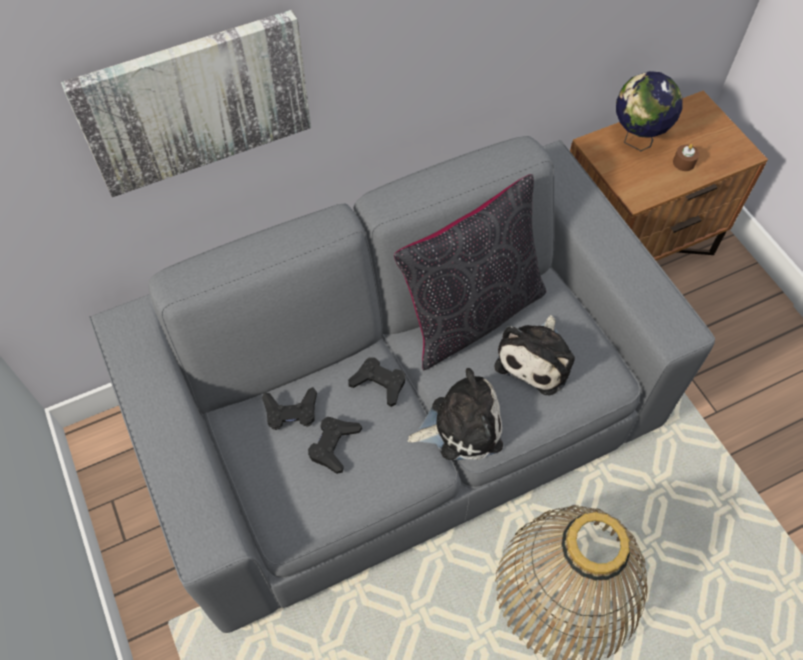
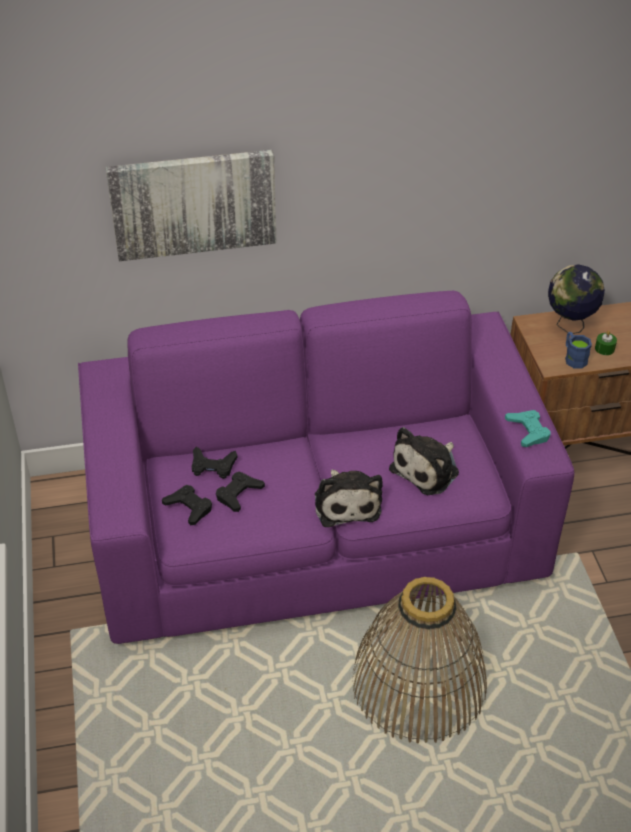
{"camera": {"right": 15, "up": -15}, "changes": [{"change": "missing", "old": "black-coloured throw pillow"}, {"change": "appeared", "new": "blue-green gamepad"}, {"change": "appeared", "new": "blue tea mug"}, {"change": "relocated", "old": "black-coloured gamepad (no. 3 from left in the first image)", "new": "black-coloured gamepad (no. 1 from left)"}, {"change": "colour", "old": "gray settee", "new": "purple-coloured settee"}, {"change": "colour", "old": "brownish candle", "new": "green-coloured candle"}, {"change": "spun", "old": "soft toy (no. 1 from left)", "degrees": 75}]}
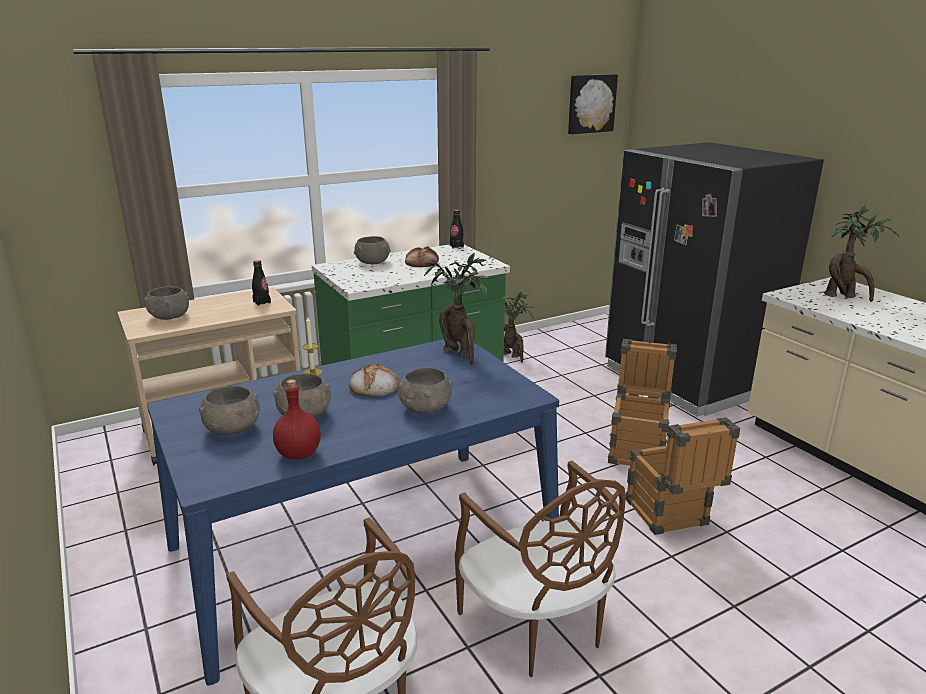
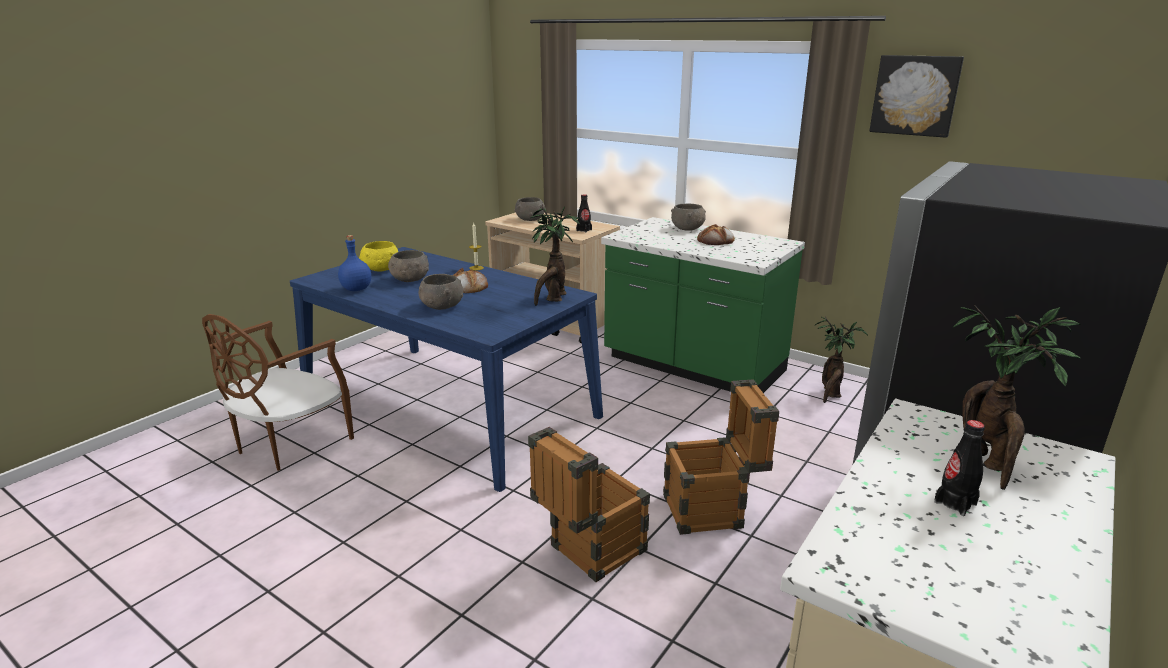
{"camera": {"right": 65, "up": 0}, "changes": [{"change": "missing", "old": "brownish chair (no. 2 from left)"}, {"change": "relocated", "old": "black-coloured bottle (no. 2 from left)"}, {"change": "relocated", "old": "wall art"}, {"change": "colour", "old": "gray deep dish (no. 2 from left)", "new": "yellowish deep dish"}, {"change": "colour", "old": "red bottle", "new": "blue bottle"}]}
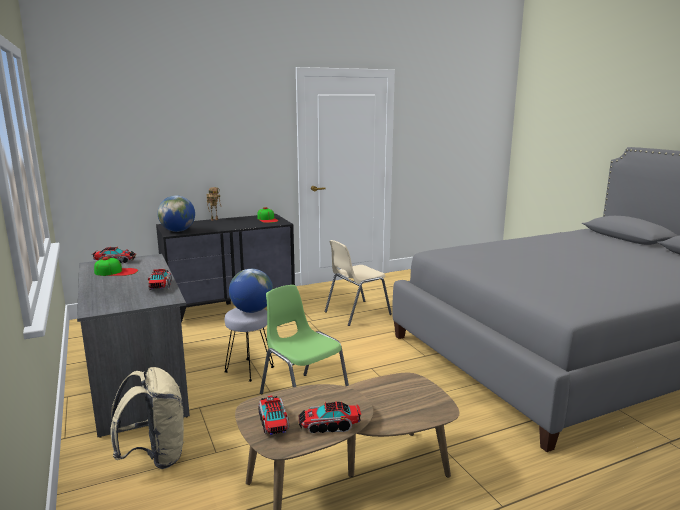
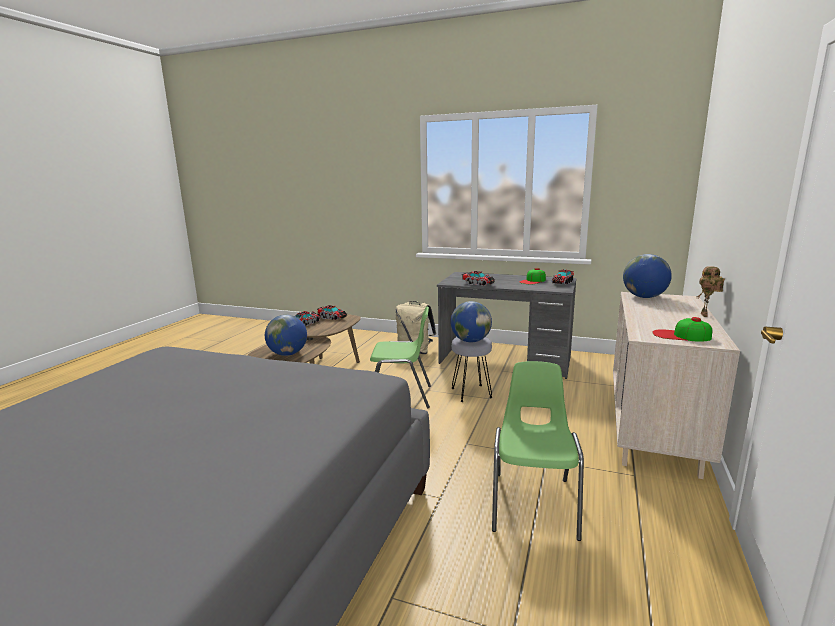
{"camera": {"right": 135, "up": 0}, "changes": [{"change": "appeared", "new": "world globe (no. 1 from left)"}, {"change": "colour", "old": "black-coloured dresser", "new": "sand-coloured dresser"}, {"change": "colour", "old": "sand-coloured chair", "new": "green-coloured chair (no. 2 from left)"}]}
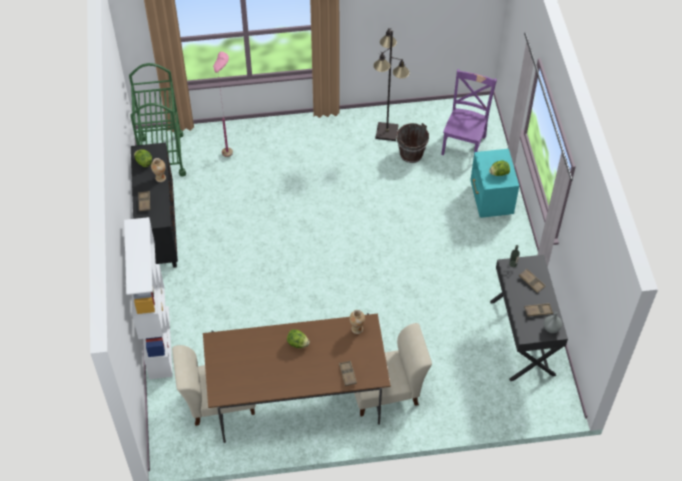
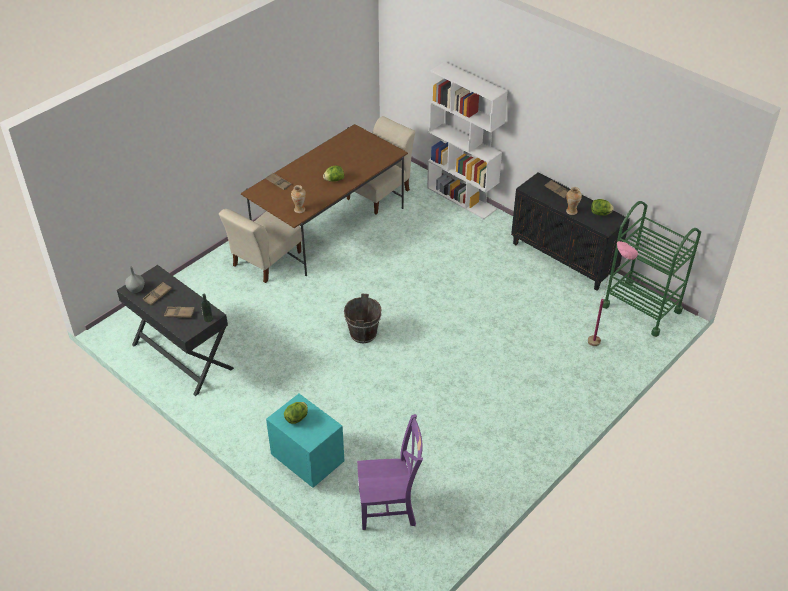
{"camera": {"right": 140, "up": -10}, "changes": [{"change": "missing", "old": "black-coloured standing lamp"}, {"change": "relocated", "old": "brownish water bucket"}, {"change": "spun", "old": "purple-coloured chair", "degrees": -75}]}
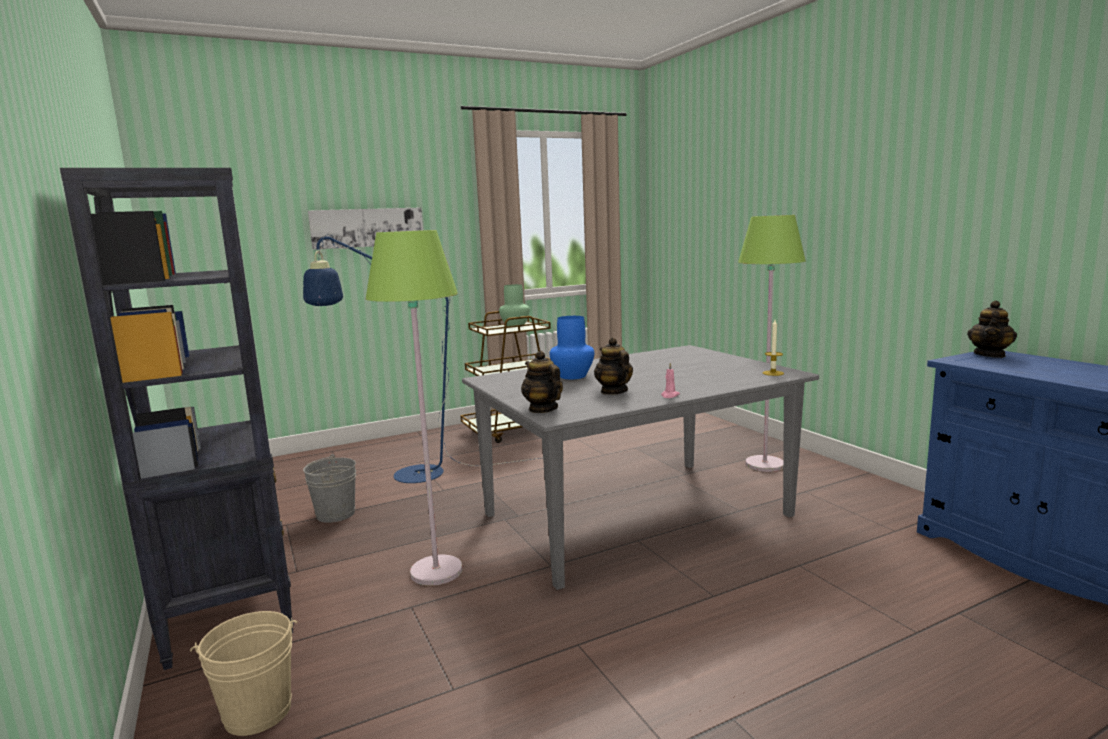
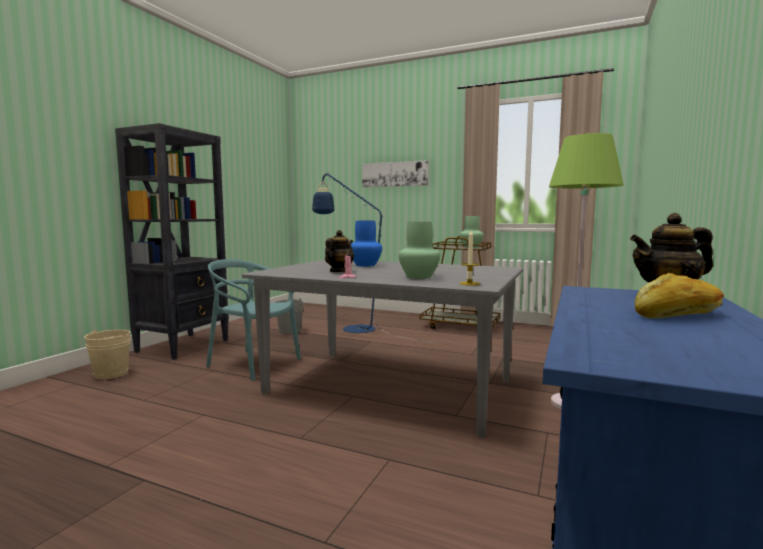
{"camera": {"right": 50, "up": -5}, "changes": [{"change": "missing", "old": "tea pot (no. 1 from left)"}, {"change": "appeared", "new": "green-coloured flower vase (no. 1 from left)"}, {"change": "appeared", "new": "bread"}, {"change": "exchanged", "old": "green-coloured standing lamp (no. 1 from left)", "new": "blue-green chair"}]}
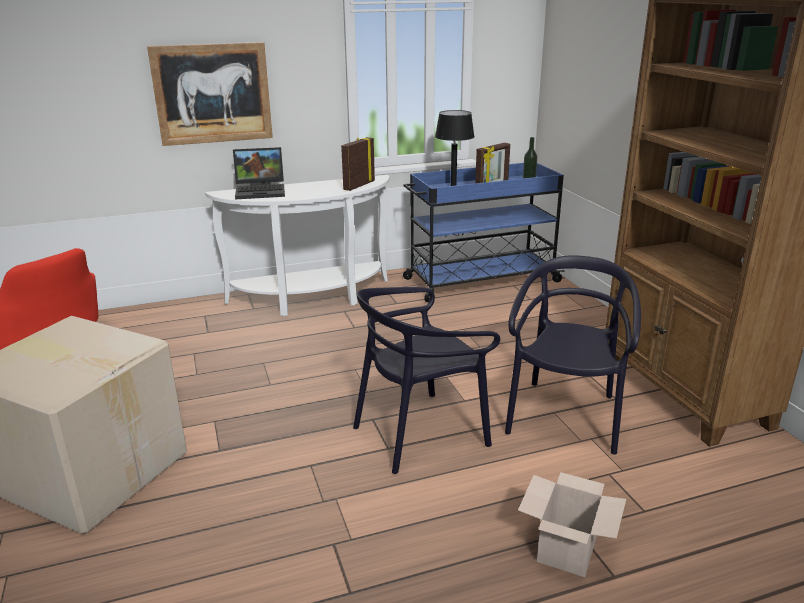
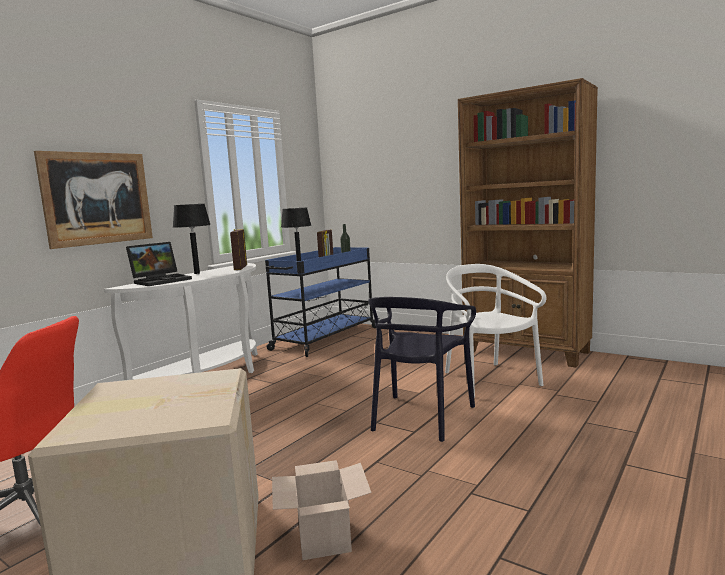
{"camera": {"right": -35, "up": -15}, "changes": [{"change": "appeared", "new": "black-coloured lamp for a table (no. 1 from left)"}, {"change": "relocated", "old": "carton (no. 2 from left)"}, {"change": "colour", "old": "black-coloured chair (no. 2 from left)", "new": "white-coloured chair"}]}
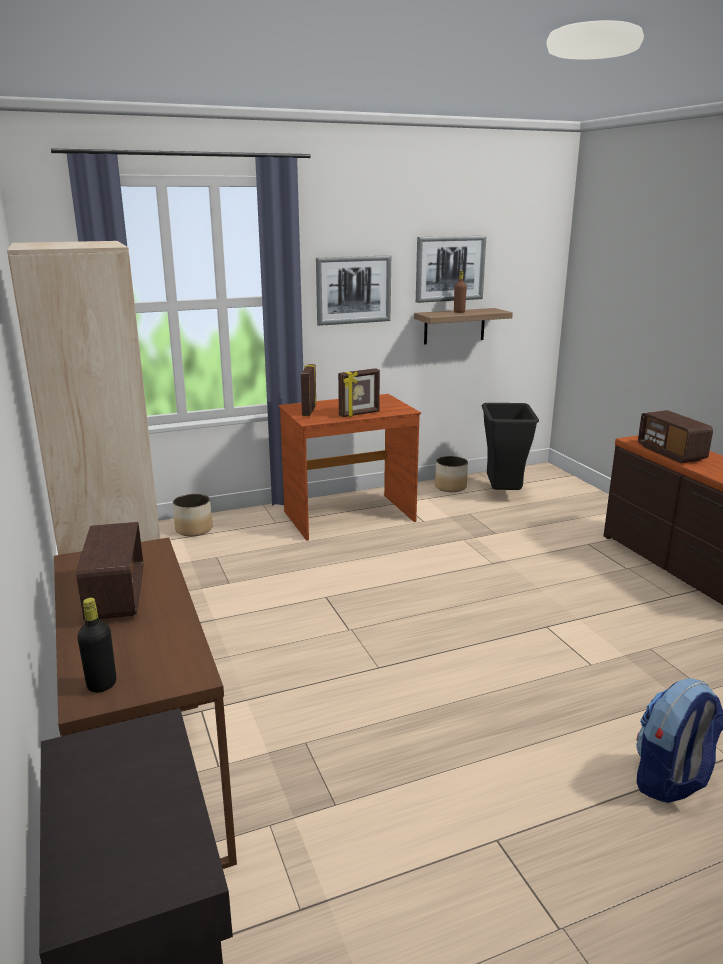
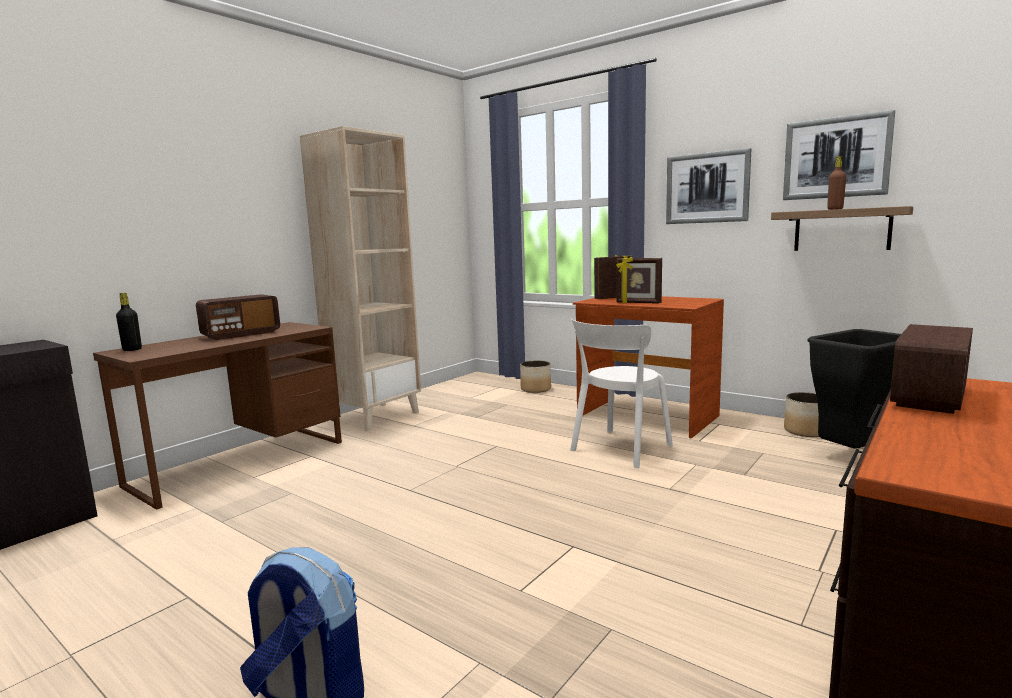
{"camera": {"right": 60, "up": -10}, "changes": [{"change": "appeared", "new": "white-coloured chair"}]}
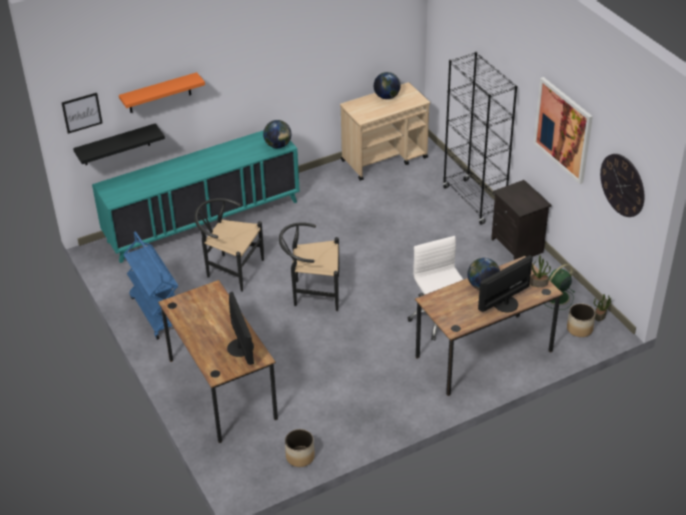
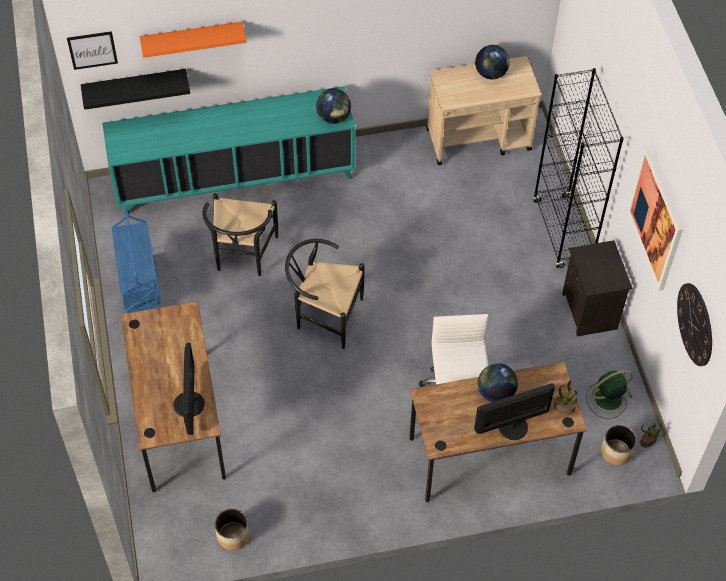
{"camera": {"right": 15, "up": 15}, "changes": [{"change": "spun", "old": "black-coloured chair (no. 1 from left)", "degrees": -120}]}
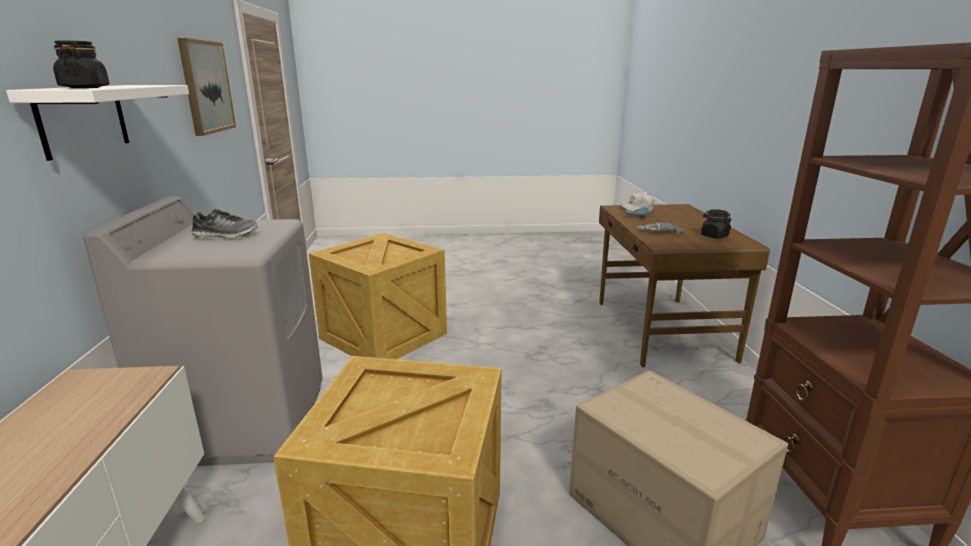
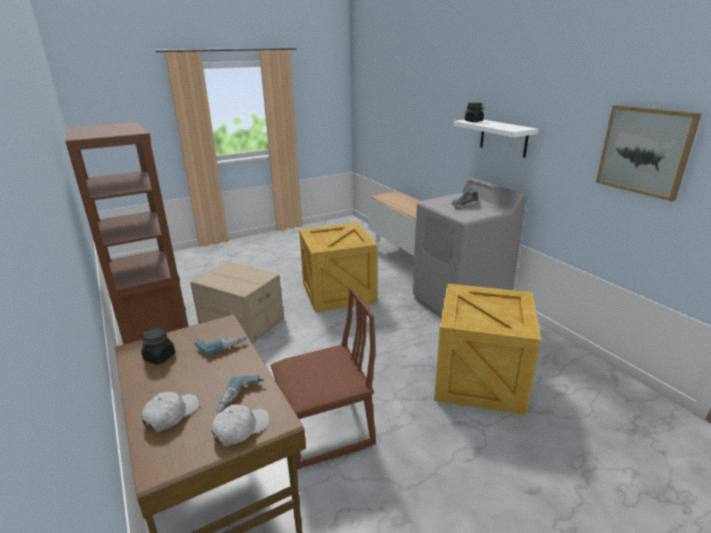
{"camera": {"right": 155, "up": 5}, "changes": [{"change": "appeared", "new": "white-coloured cap (no. 1 from left)"}, {"change": "appeared", "new": "brownish chair"}]}
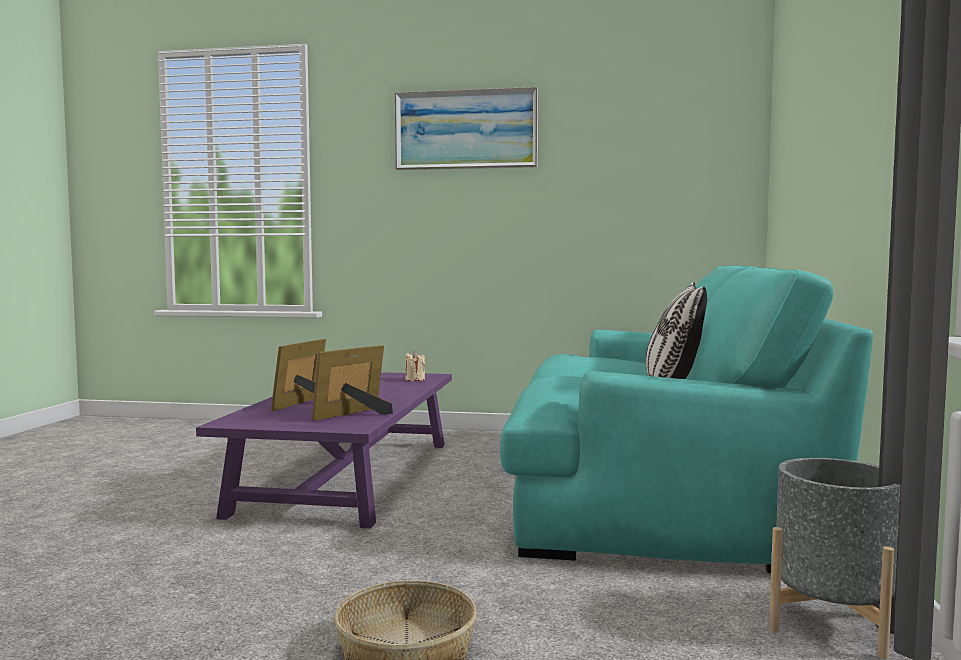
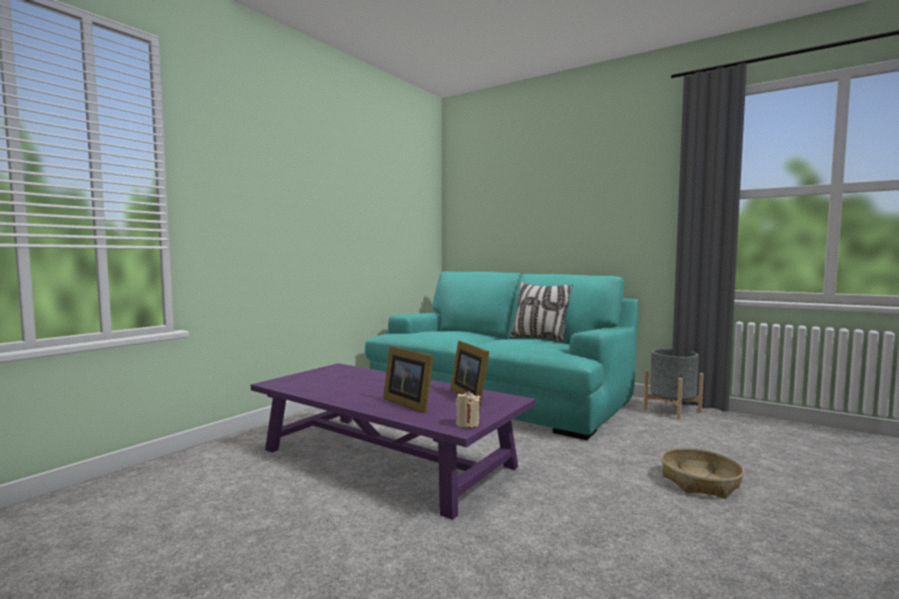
{"camera": {"right": -65, "up": 0}, "changes": [{"change": "missing", "old": "wall art"}, {"change": "relocated", "old": "sand-coloured candle"}]}
